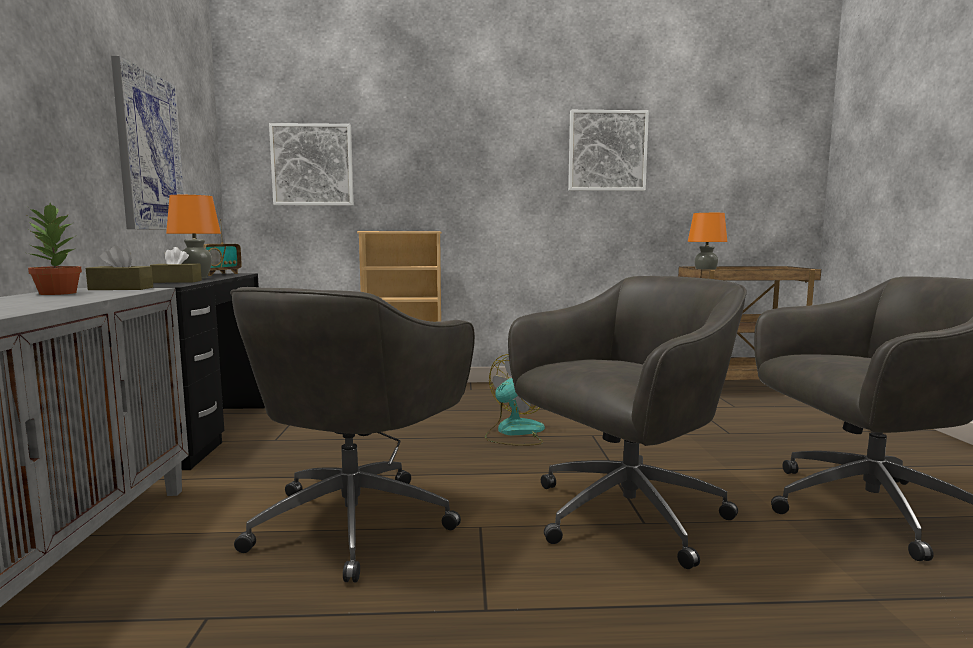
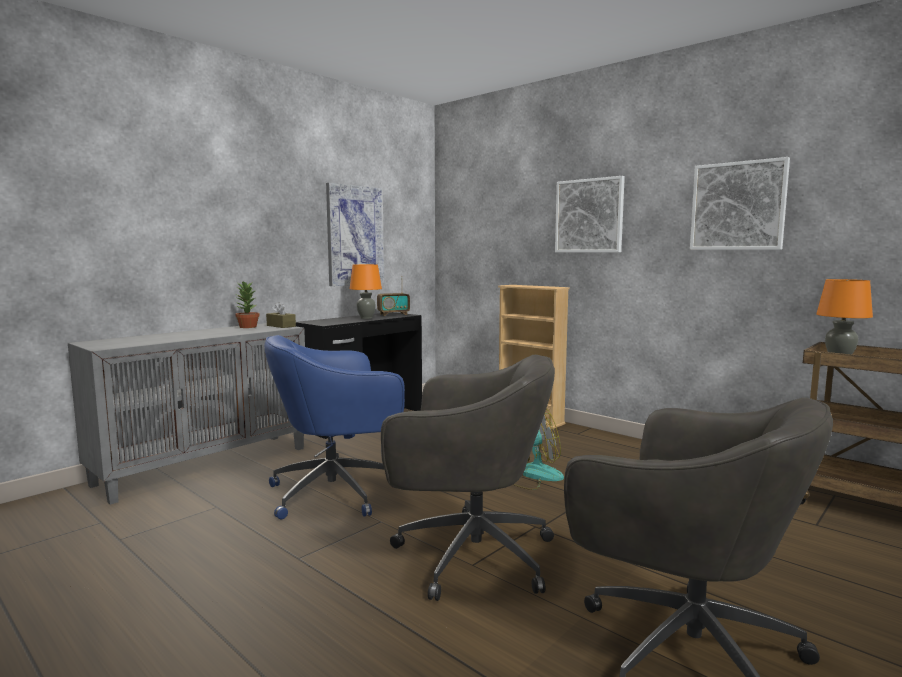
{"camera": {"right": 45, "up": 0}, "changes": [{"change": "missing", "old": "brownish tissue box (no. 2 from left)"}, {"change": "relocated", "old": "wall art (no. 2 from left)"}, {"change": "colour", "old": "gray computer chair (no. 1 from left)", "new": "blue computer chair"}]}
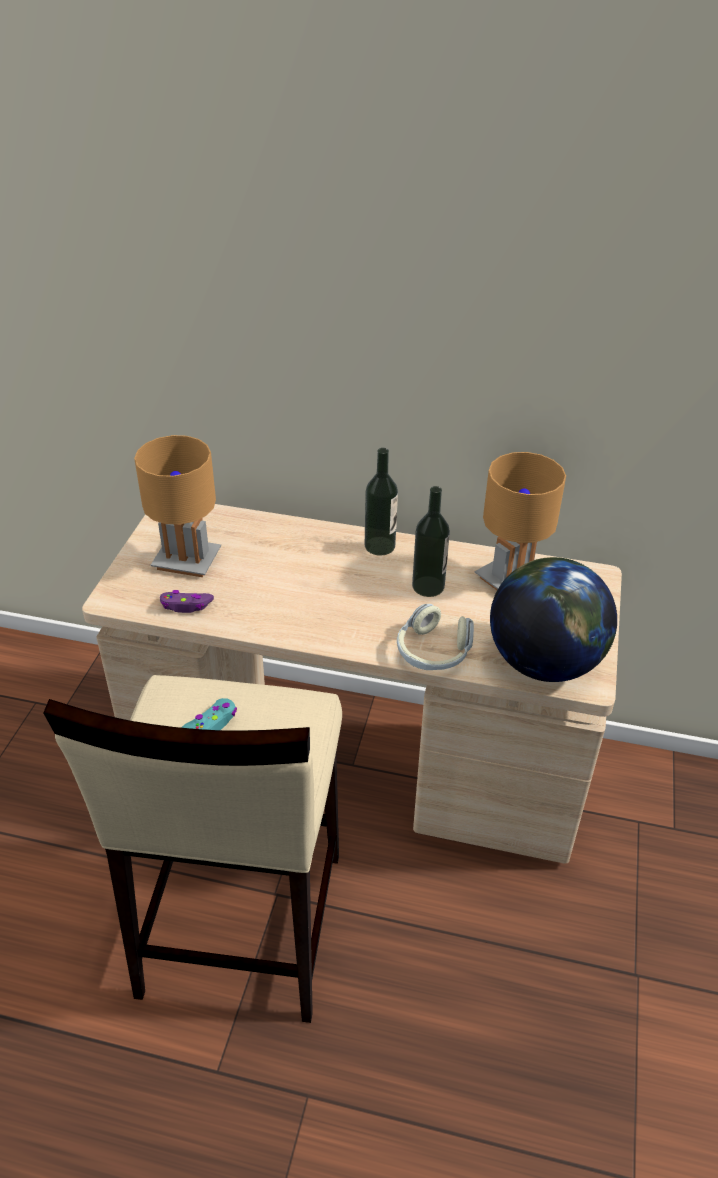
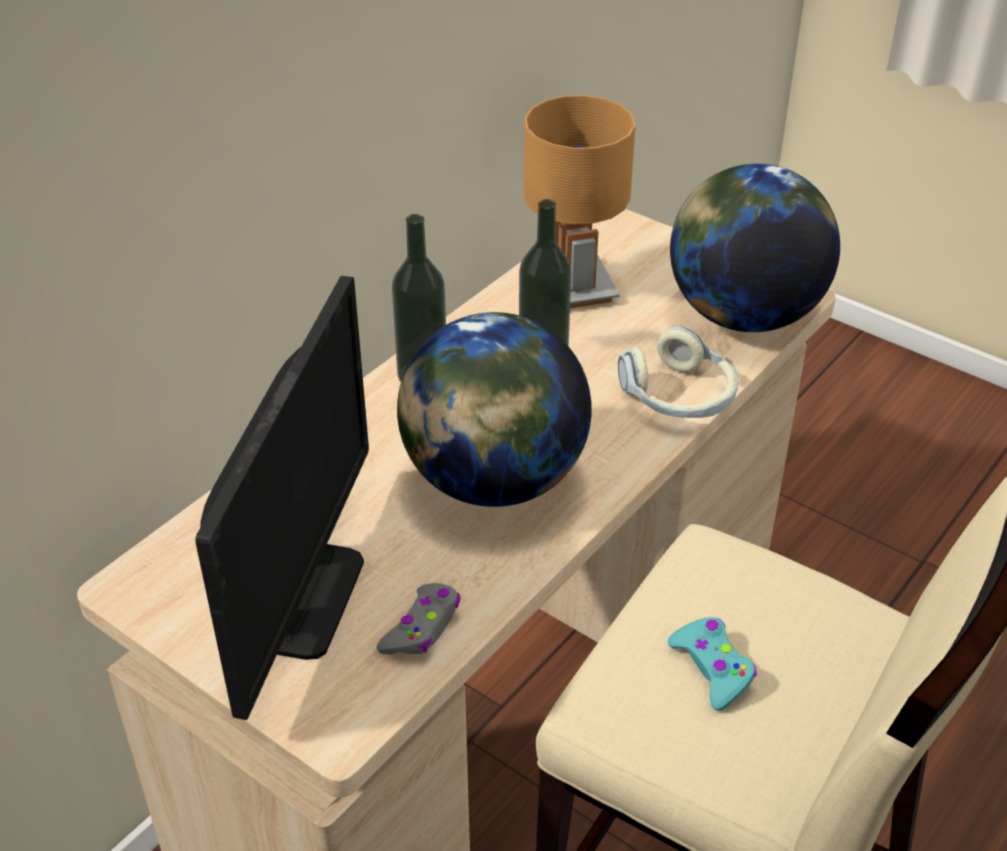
{"camera": {"right": -65, "up": 0}, "changes": [{"change": "appeared", "new": "world globe (no. 1 from left)"}, {"change": "exchanged", "old": "brownish lamp for a table (no. 1 from left)", "new": "computer screen"}, {"change": "colour", "old": "purple-coloured gamepad", "new": "gray gamepad"}]}
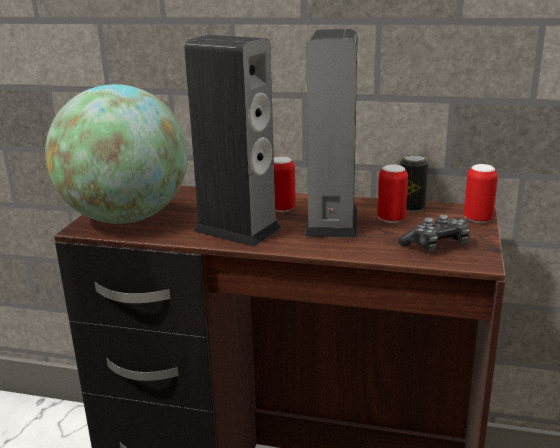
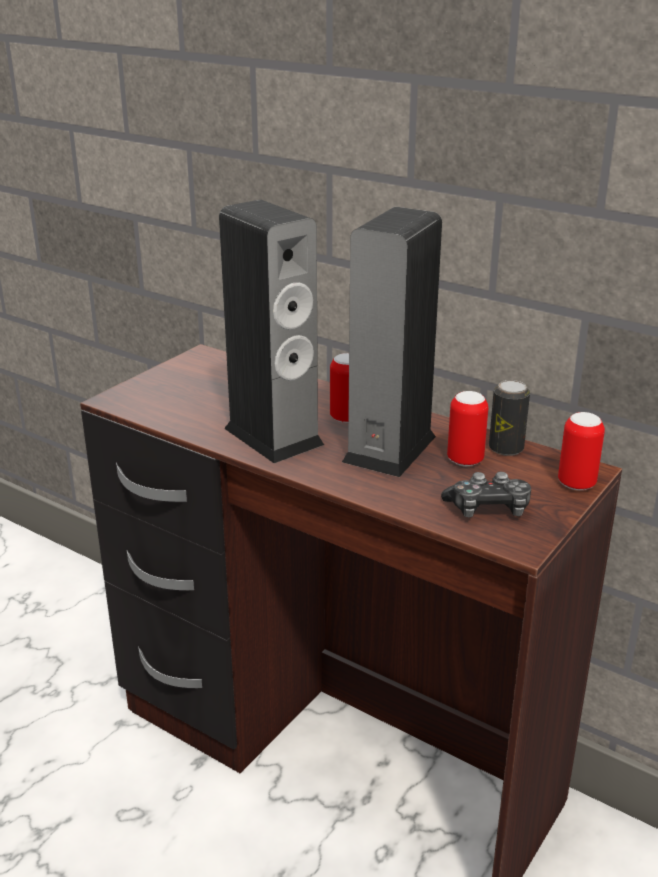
{"camera": {"right": 20, "up": 5}, "changes": [{"change": "missing", "old": "world globe"}]}
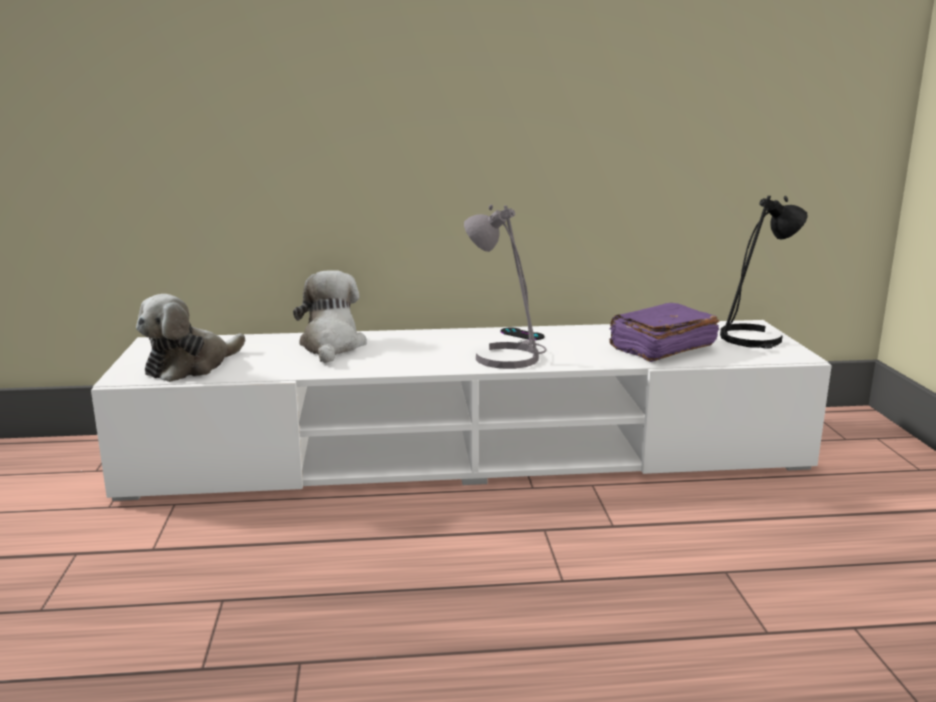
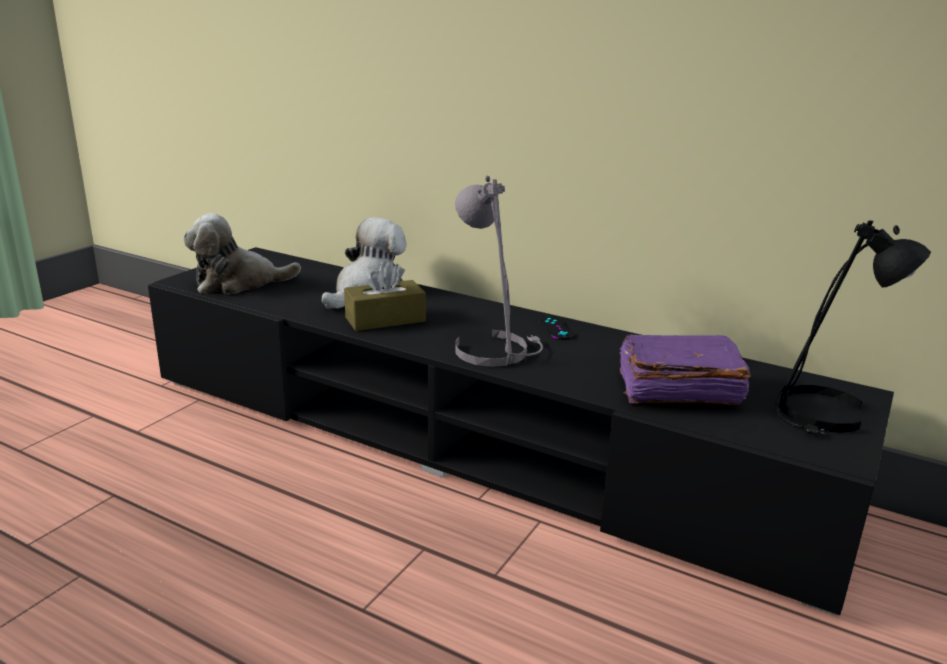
{"camera": {"right": 35, "up": 5}, "changes": [{"change": "appeared", "new": "brownish tissue box"}, {"change": "colour", "old": "white-coloured tv unit", "new": "black-coloured tv unit"}]}
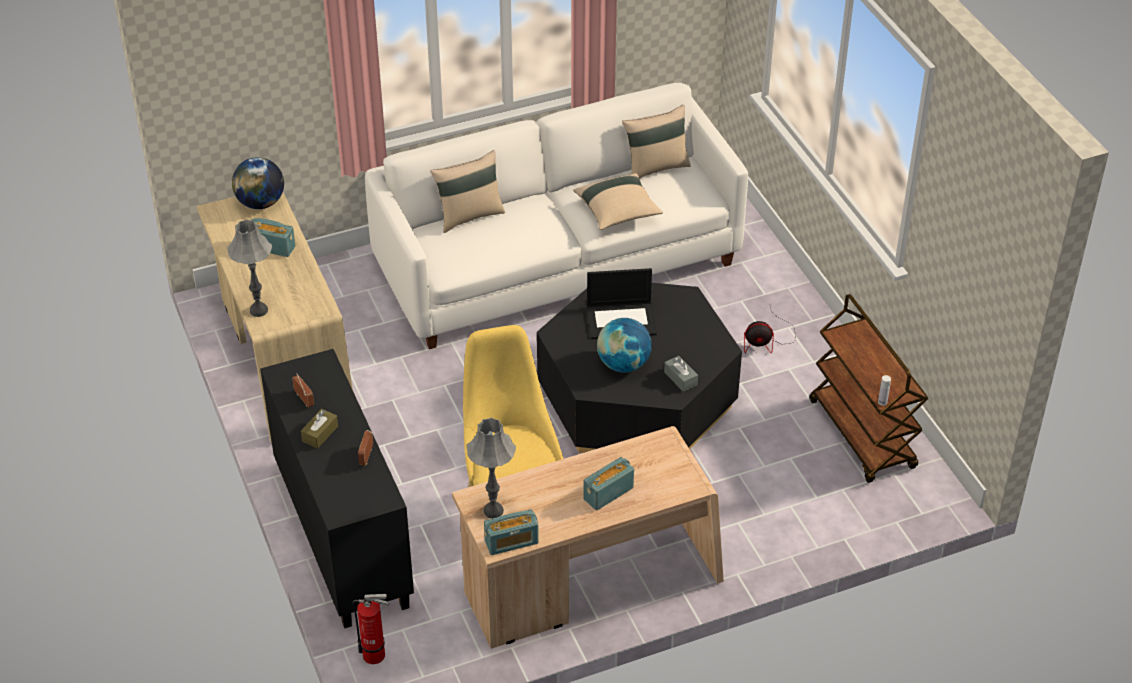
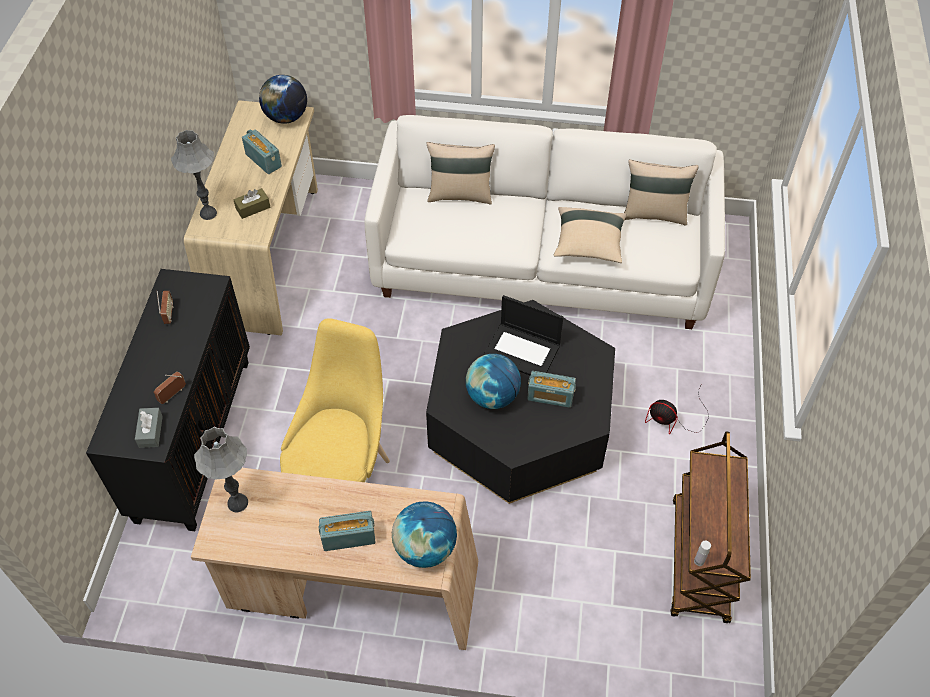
{"camera": {"right": 30, "up": 10}, "changes": [{"change": "missing", "old": "extinguisher"}, {"change": "appeared", "new": "world globe (no. 2 from left)"}, {"change": "relocated", "old": "brownish tissue box"}, {"change": "relocated", "old": "radio receiver (no. 4 from left in the first image)", "new": "radio receiver (no. 5 from left)"}, {"change": "relocated", "old": "gray tissue box"}]}
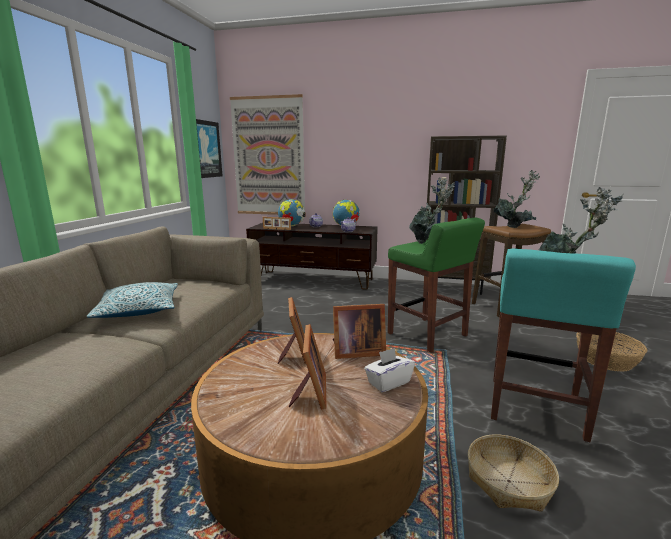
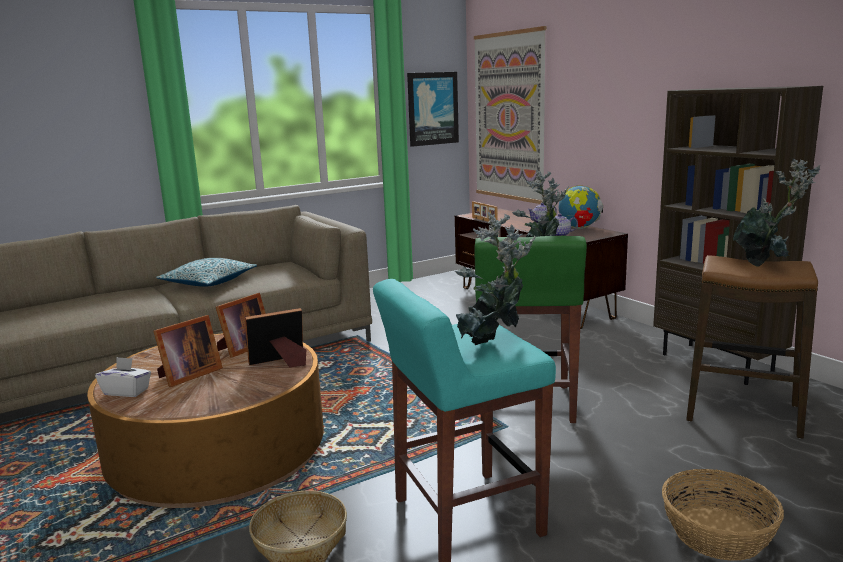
{"camera": {"right": 45, "up": 0}, "changes": [{"change": "missing", "old": "world globe (no. 1 from left)"}, {"change": "relocated", "old": "white-coloured tissue box"}, {"change": "spun", "old": "photo frame (no. 4 from left in the first image)", "degrees": 120}]}
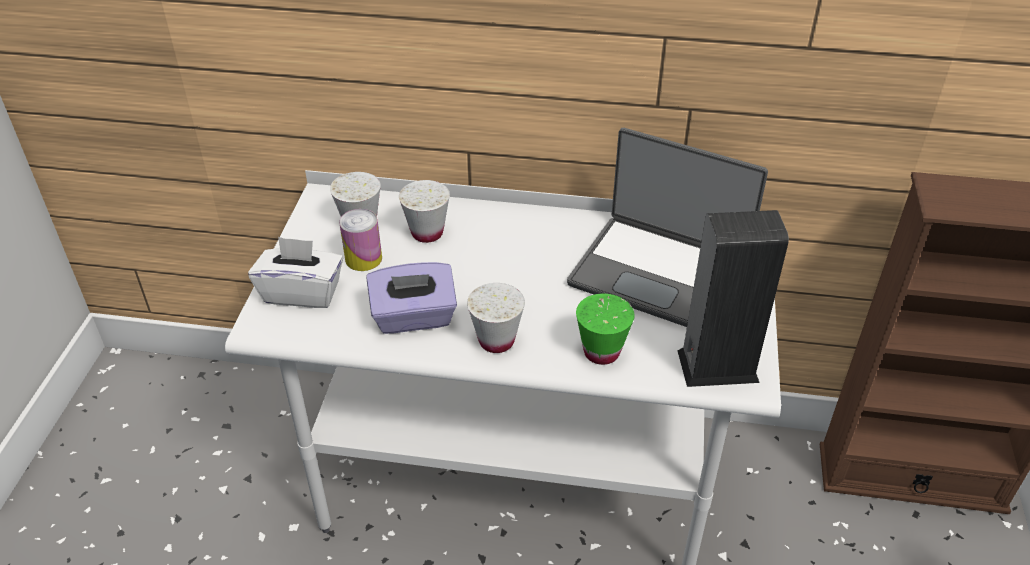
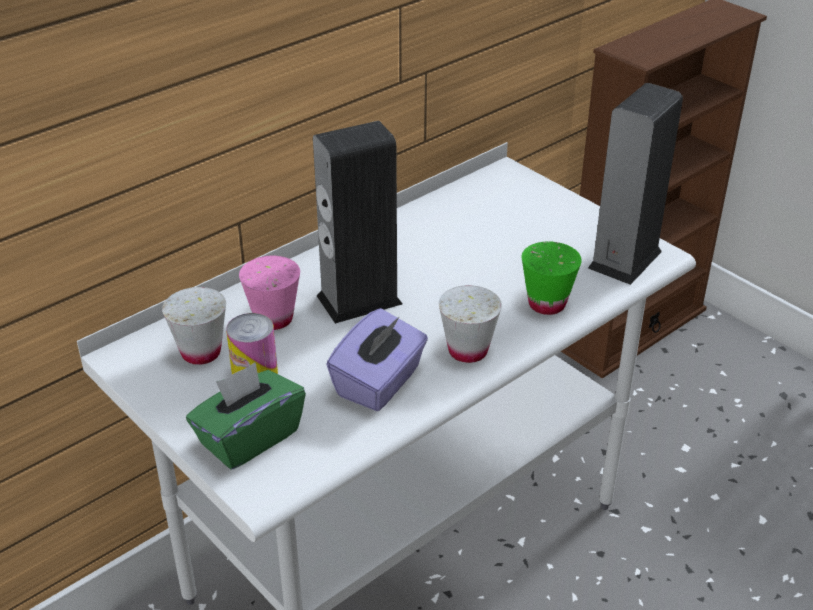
{"camera": {"right": -50, "up": -5}, "changes": [{"change": "missing", "old": "notebook computer"}, {"change": "appeared", "new": "speaker (no. 1 from left)"}, {"change": "colour", "old": "white-coloured tissue box", "new": "green-coloured tissue box"}, {"change": "colour", "old": "white-coloured small cup (no. 2 from left)", "new": "pink small cup"}]}
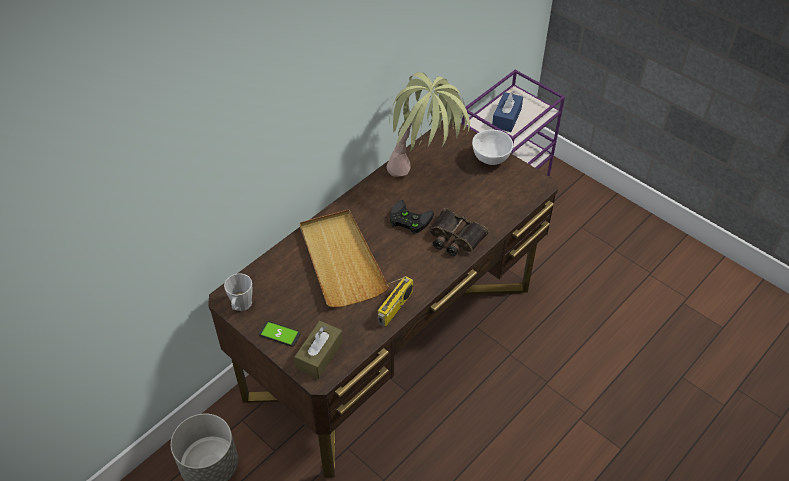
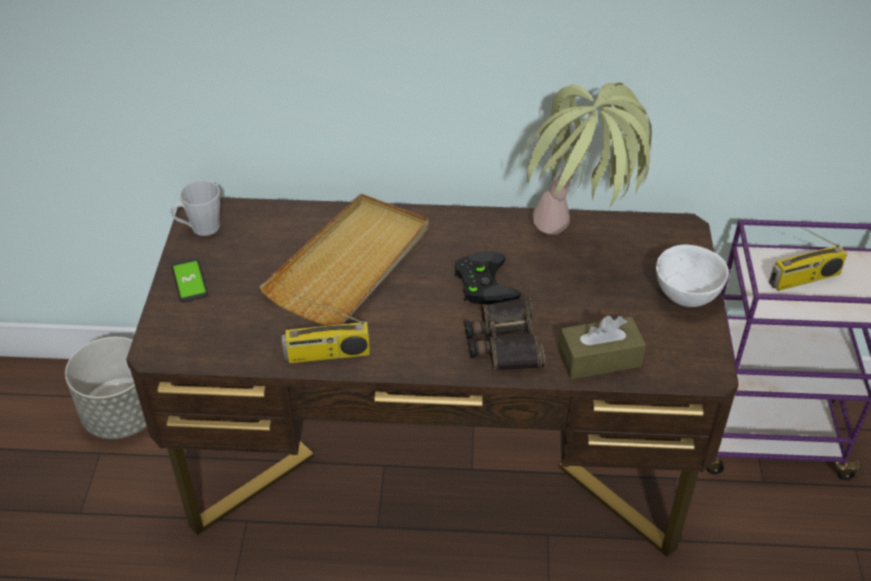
{"camera": {"right": 50, "up": -5}, "changes": [{"change": "relocated", "old": "brownish tissue box"}, {"change": "exchanged", "old": "blue tissue box", "new": "radio receiver (no. 2 from left)"}]}
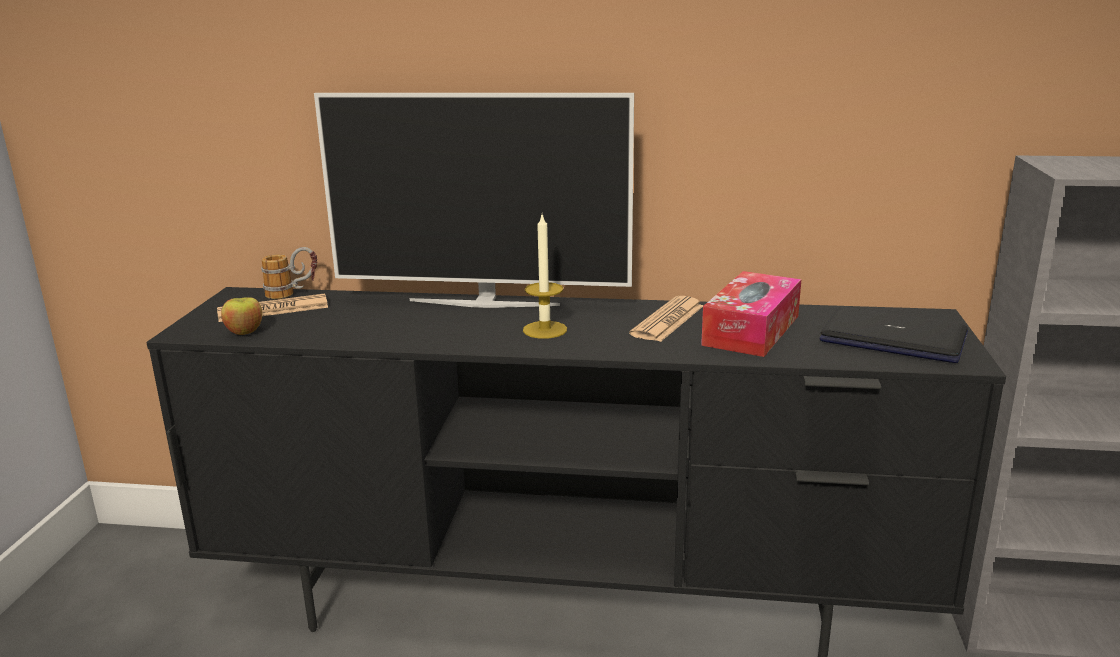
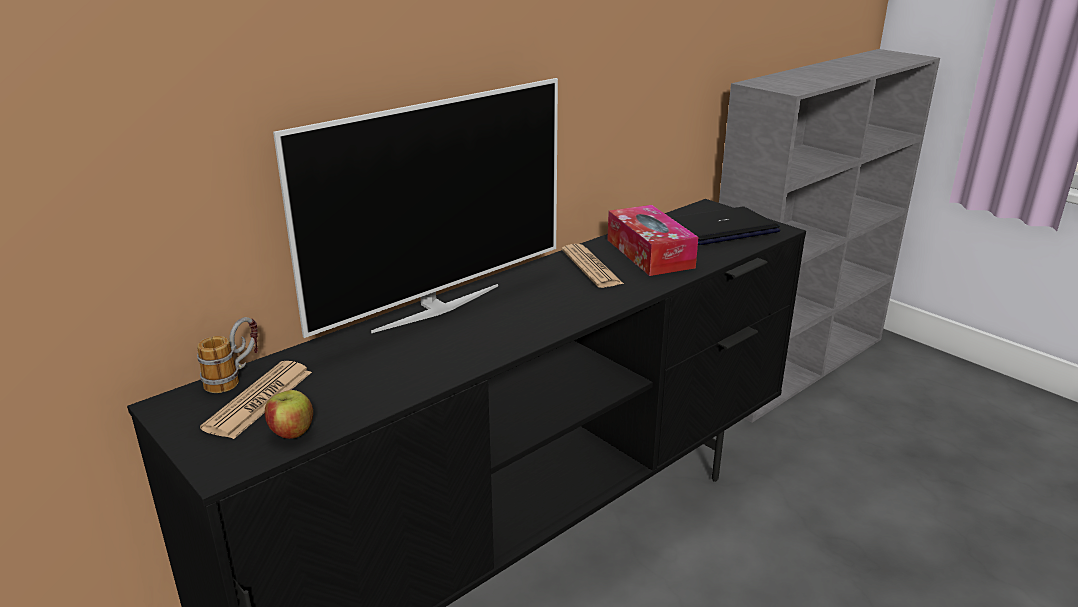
{"camera": {"right": -50, "up": 5}, "changes": [{"change": "missing", "old": "candle"}]}
